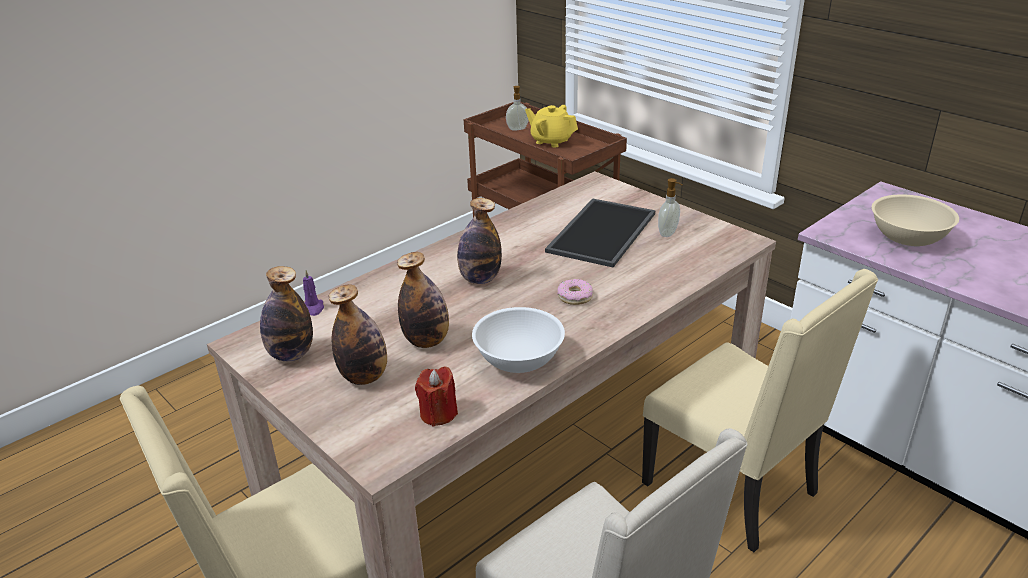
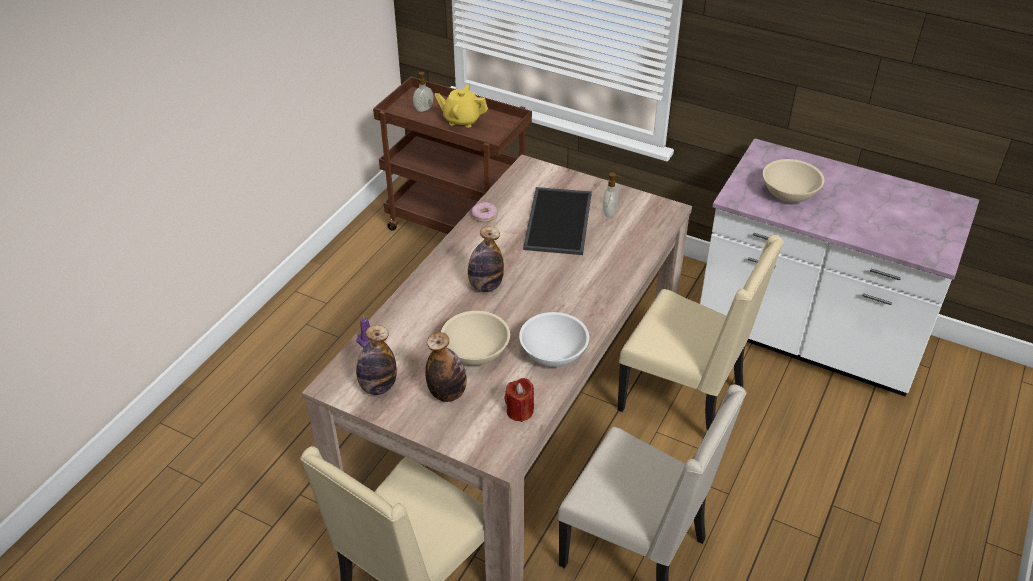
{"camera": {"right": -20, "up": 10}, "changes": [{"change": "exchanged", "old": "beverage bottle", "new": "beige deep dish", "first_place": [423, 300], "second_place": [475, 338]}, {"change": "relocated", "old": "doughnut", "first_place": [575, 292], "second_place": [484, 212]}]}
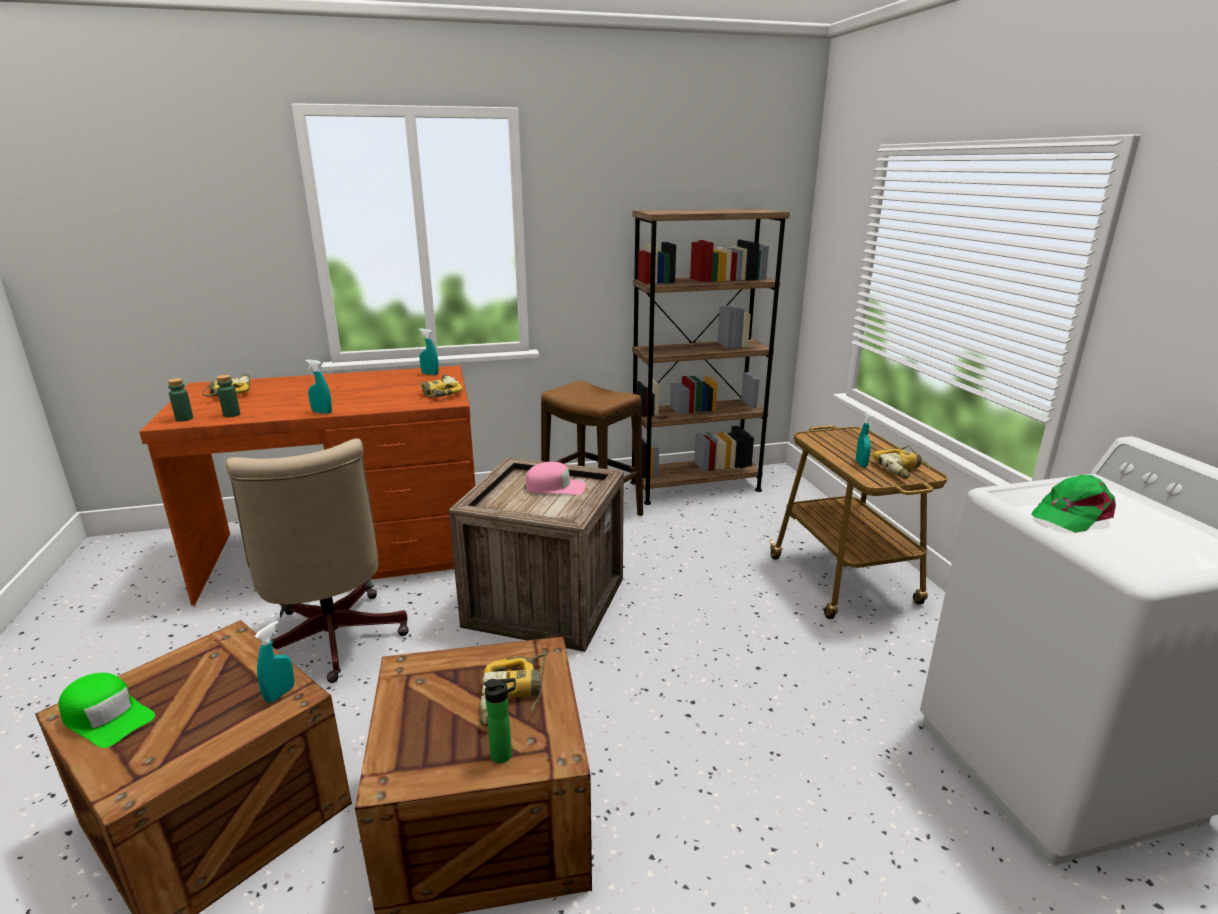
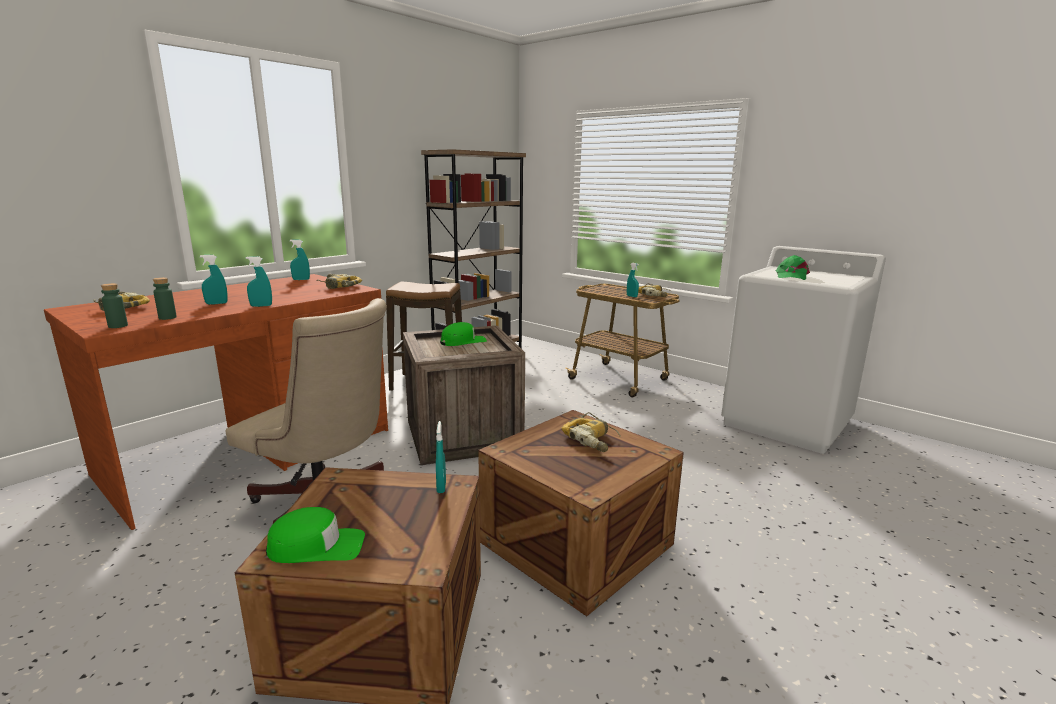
{"camera": {"right": -35, "up": -5}, "changes": [{"change": "colour", "old": "pink baseball cap", "new": "green baseball cap", "first_place": [555, 478], "second_place": [463, 334]}, {"change": "missing", "old": "beverage bottle", "first_place": [499, 720]}, {"change": "appeared", "new": "blue-green hand sprayer", "second_place": [214, 280]}]}
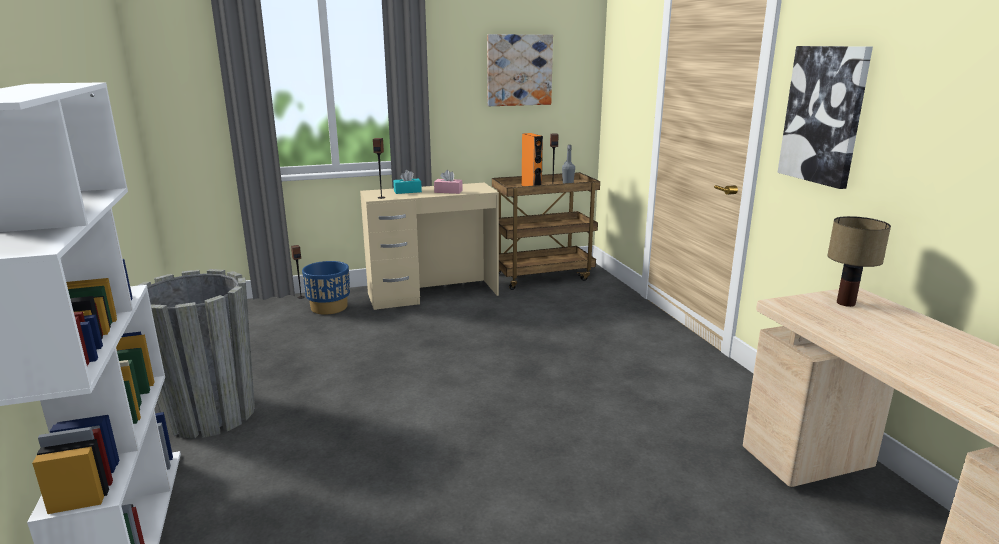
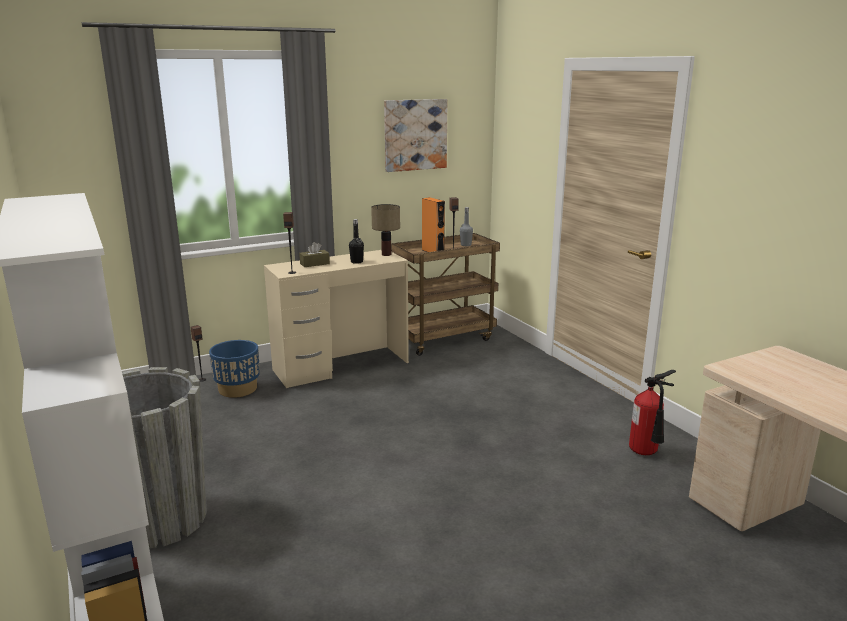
{"camera": {"right": -10, "up": 0}, "changes": [{"change": "missing", "old": "wall art", "first_place": [825, 117]}, {"change": "colour", "old": "blue-green tissue holder", "new": "brownish tissue holder", "first_place": [407, 182], "second_place": [314, 254]}, {"change": "exchanged", "old": "pink tissue holder", "new": "black beverage bottle", "first_place": [448, 182], "second_place": [356, 241]}, {"change": "relocated", "old": "table lamp", "first_place": [859, 261], "second_place": [385, 230]}, {"change": "appeared", "new": "extinguisher", "second_place": [652, 412]}]}
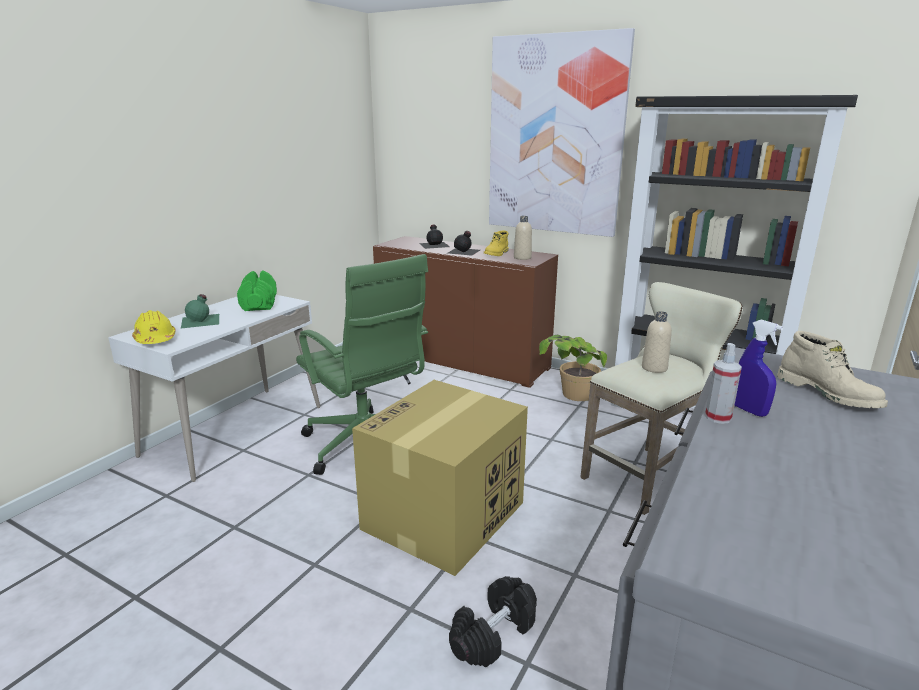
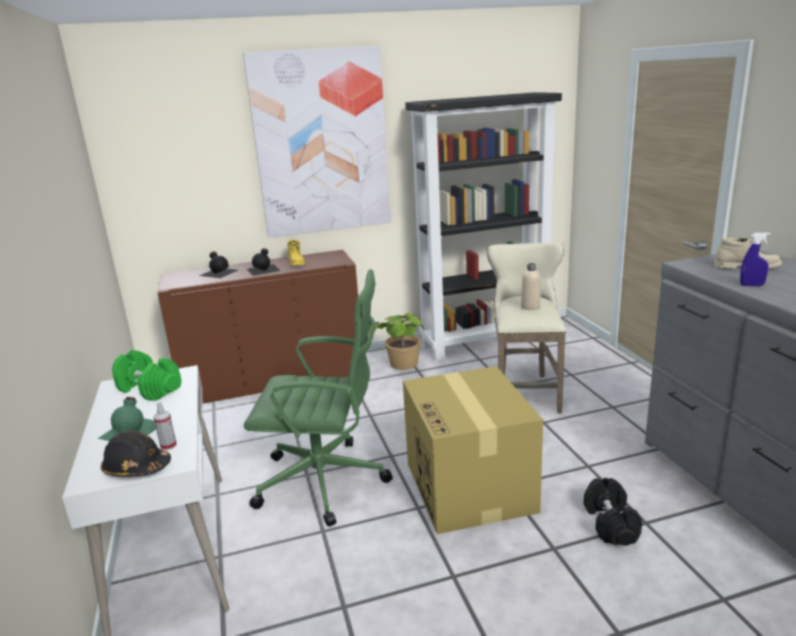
{"camera": {"right": -45, "up": 0}, "changes": [{"change": "missing", "old": "beige beverage bottle", "first_place": [523, 238]}, {"change": "colour", "old": "yellowish work helmet", "new": "black work helmet", "first_place": [154, 327], "second_place": [136, 454]}, {"change": "relocated", "old": "hand sprayer", "first_place": [723, 383], "second_place": [165, 426]}]}
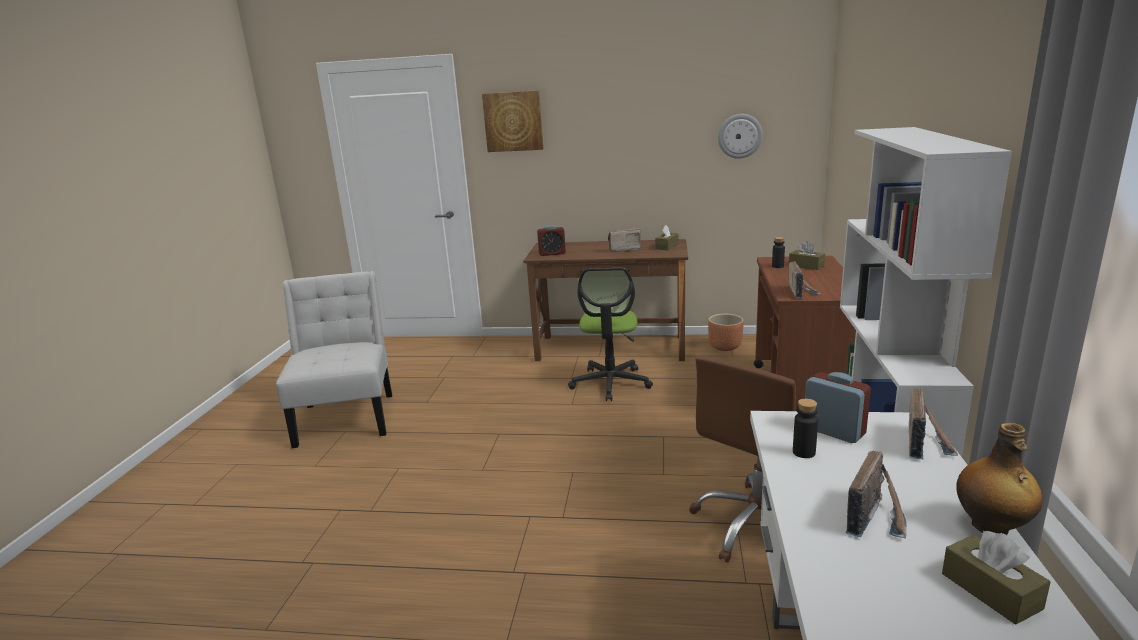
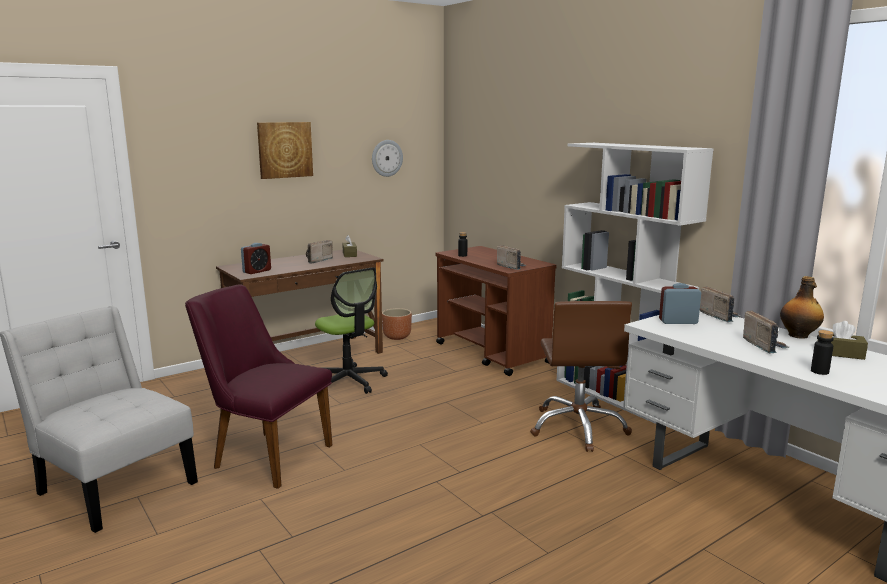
{"camera": {"right": -45, "up": -5}, "changes": [{"change": "relocated", "old": "wall art", "first_place": [512, 121], "second_place": [285, 150]}, {"change": "missing", "old": "brownish tissue holder", "first_place": [807, 255]}, {"change": "relocated", "old": "black beverage bottle", "first_place": [805, 428], "second_place": [822, 352]}, {"change": "appeared", "new": "purple-coloured chair", "second_place": [258, 386]}]}
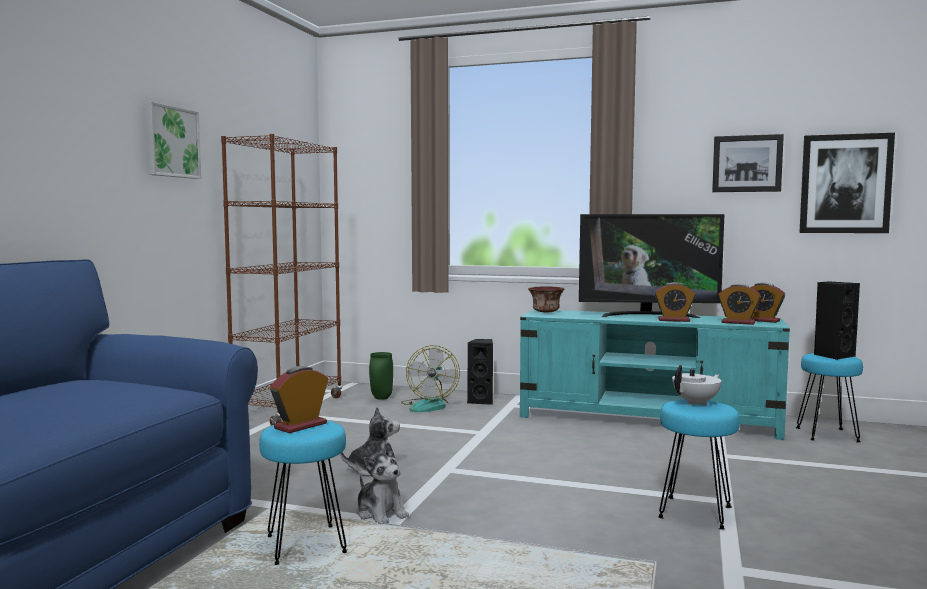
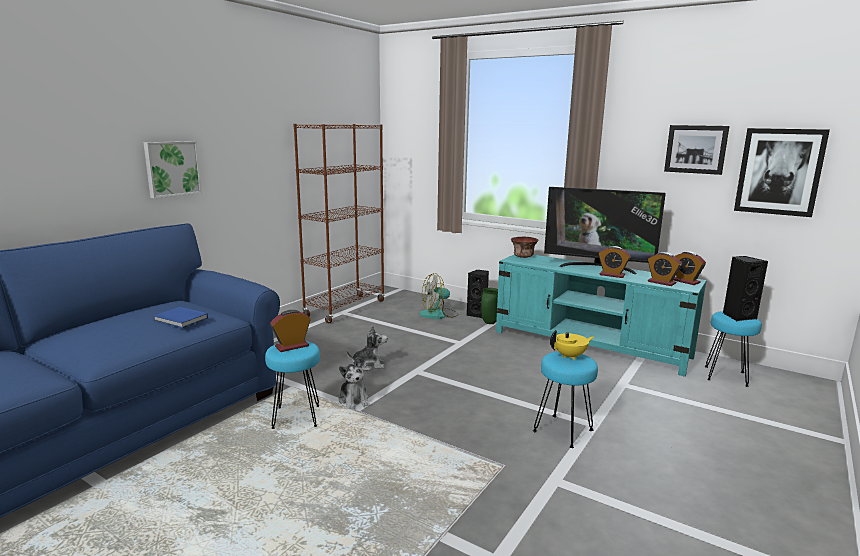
{"camera": {"right": 15, "up": 10}, "changes": [{"change": "relocated", "old": "wall art", "first_place": [172, 140], "second_place": [172, 169]}, {"change": "spun", "old": "cooling fan", "first_place": [430, 378], "second_place": [439, 296], "degrees": 45}, {"change": "relocated", "old": "green decorative vase", "first_place": [381, 376], "second_place": [489, 306]}, {"change": "colour", "old": "white-coloured teapot", "new": "yellowish teapot", "first_place": [696, 385], "second_place": [572, 345]}, {"change": "appeared", "new": "blue-coloured volume", "second_place": [180, 317]}]}
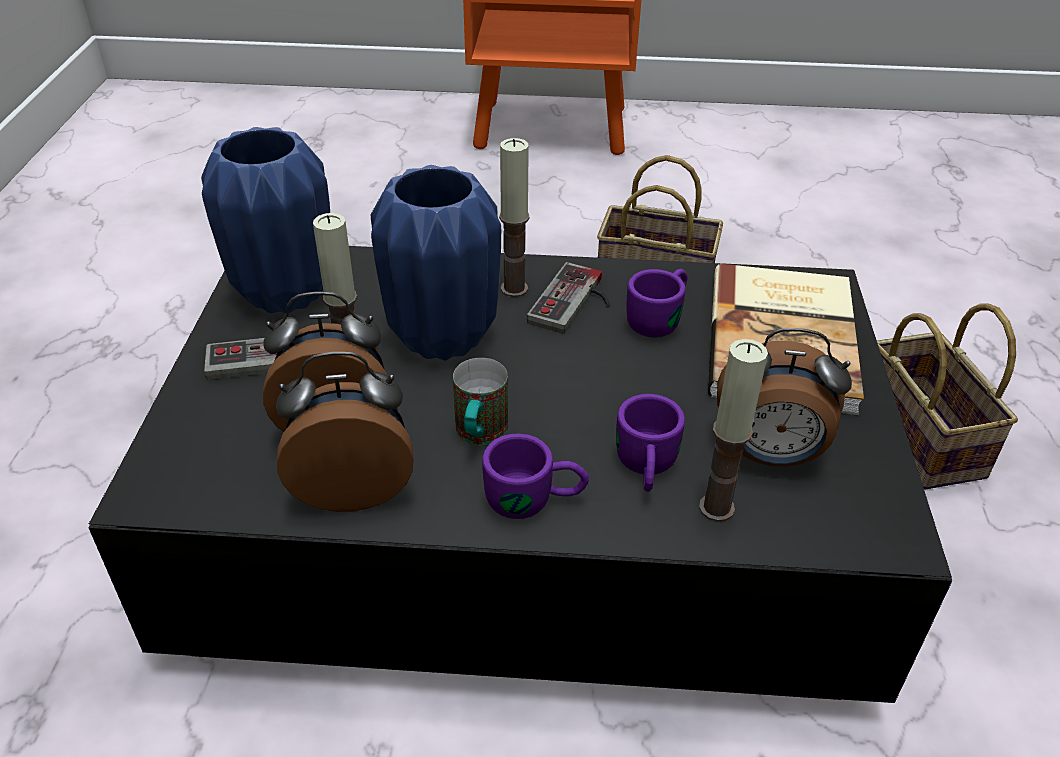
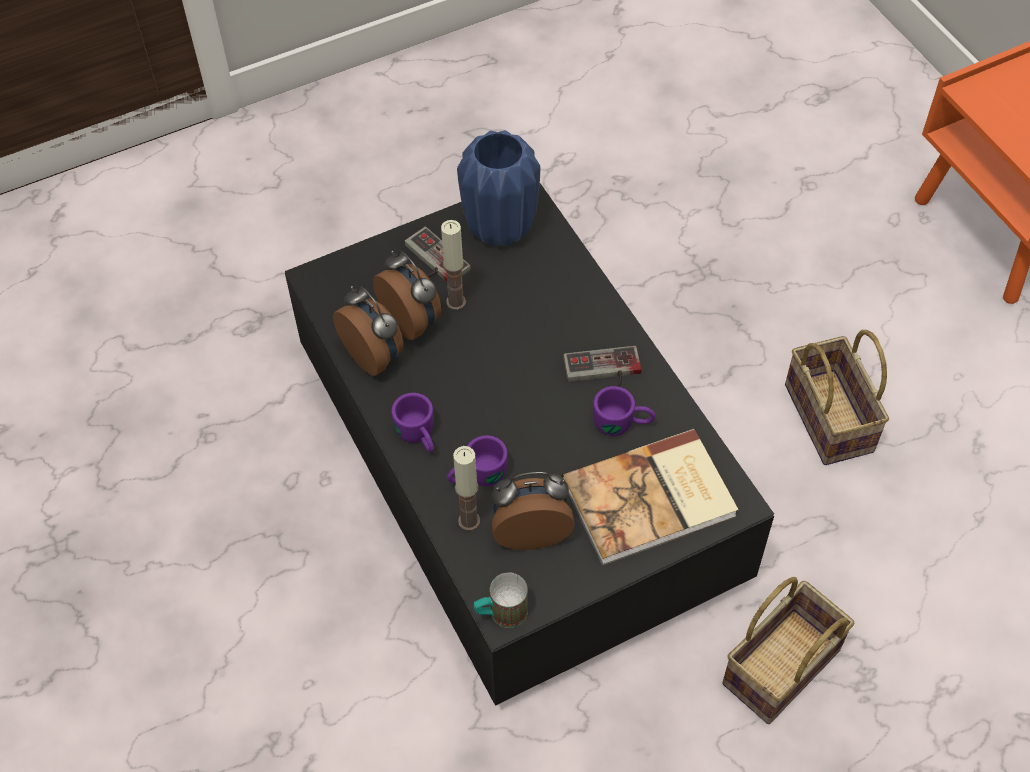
{"camera": {"right": 60, "up": 15}, "changes": [{"change": "missing", "old": "wax light", "first_place": [514, 217]}, {"change": "missing", "old": "blue-coloured decorative vase", "first_place": [436, 263]}, {"change": "spun", "old": "alarm clock", "first_place": [784, 397], "second_place": [533, 511], "degrees": 105}, {"change": "relocated", "old": "tea mug", "first_place": [480, 401], "second_place": [500, 600]}]}
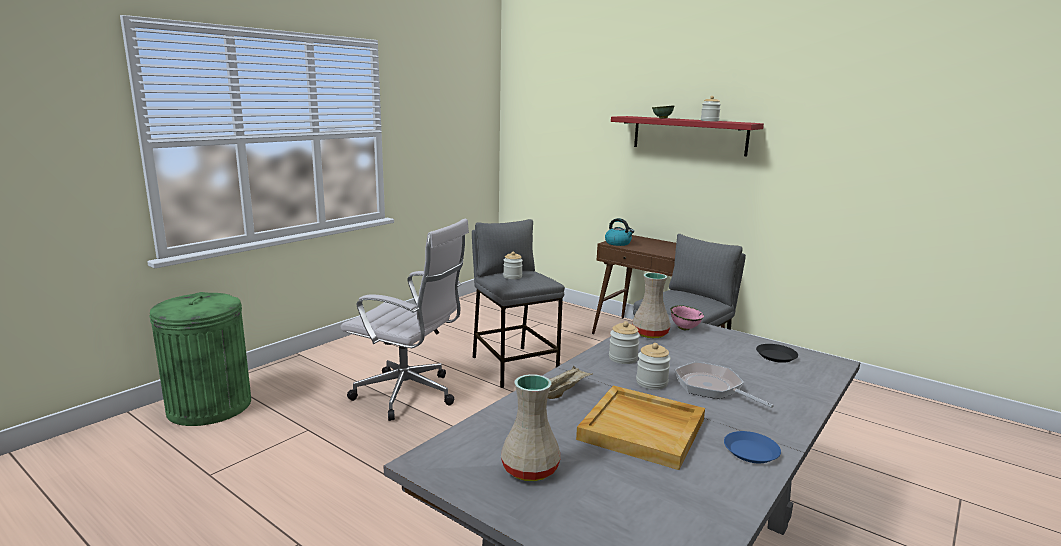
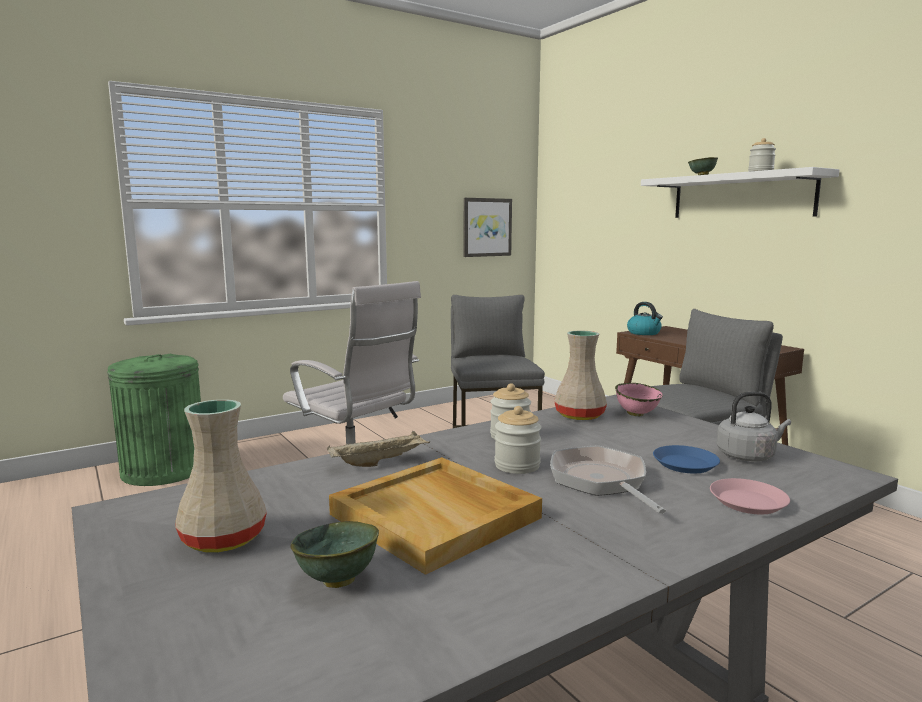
{"camera": {"right": 20, "up": -5}, "changes": [{"change": "colour", "old": "reddish bracket shelf", "new": "white-coloured bracket shelf", "first_place": [687, 136], "second_place": [740, 192]}, {"change": "missing", "old": "storage jar", "first_place": [513, 265]}, {"change": "exchanged", "old": "black plate", "new": "gray kettle", "first_place": [777, 353], "second_place": [754, 426]}, {"change": "relocated", "old": "blue-coloured plate", "first_place": [752, 447], "second_place": [686, 459]}, {"change": "appeared", "new": "wall art", "second_place": [488, 227]}, {"change": "appeared", "new": "pink plate", "second_place": [750, 496]}, {"change": "appeared", "new": "green deep dish", "second_place": [334, 554]}]}
